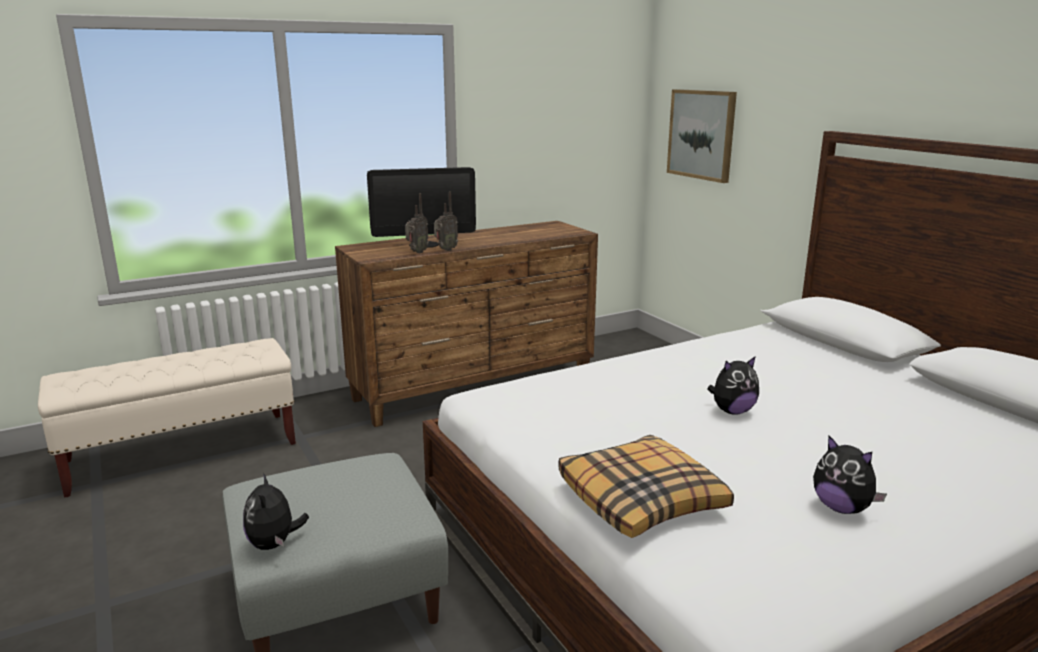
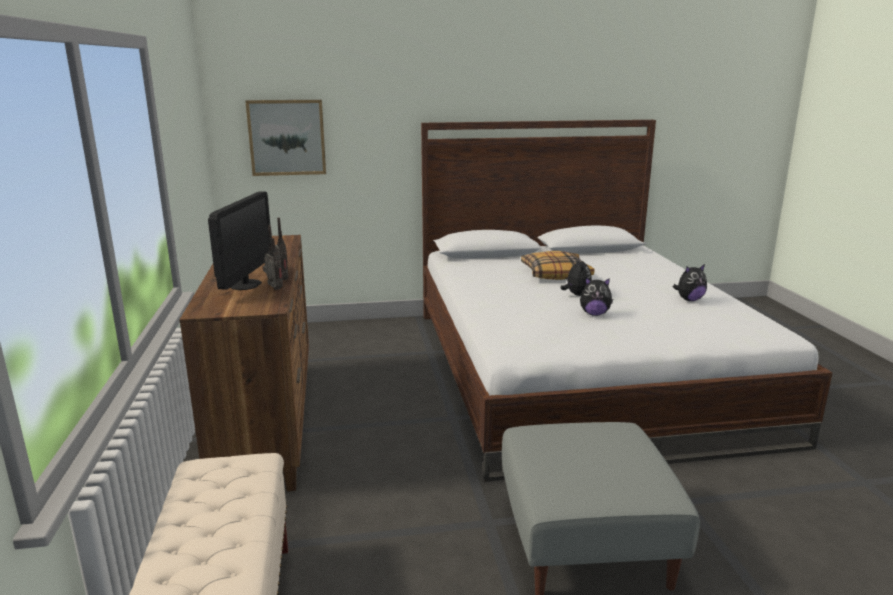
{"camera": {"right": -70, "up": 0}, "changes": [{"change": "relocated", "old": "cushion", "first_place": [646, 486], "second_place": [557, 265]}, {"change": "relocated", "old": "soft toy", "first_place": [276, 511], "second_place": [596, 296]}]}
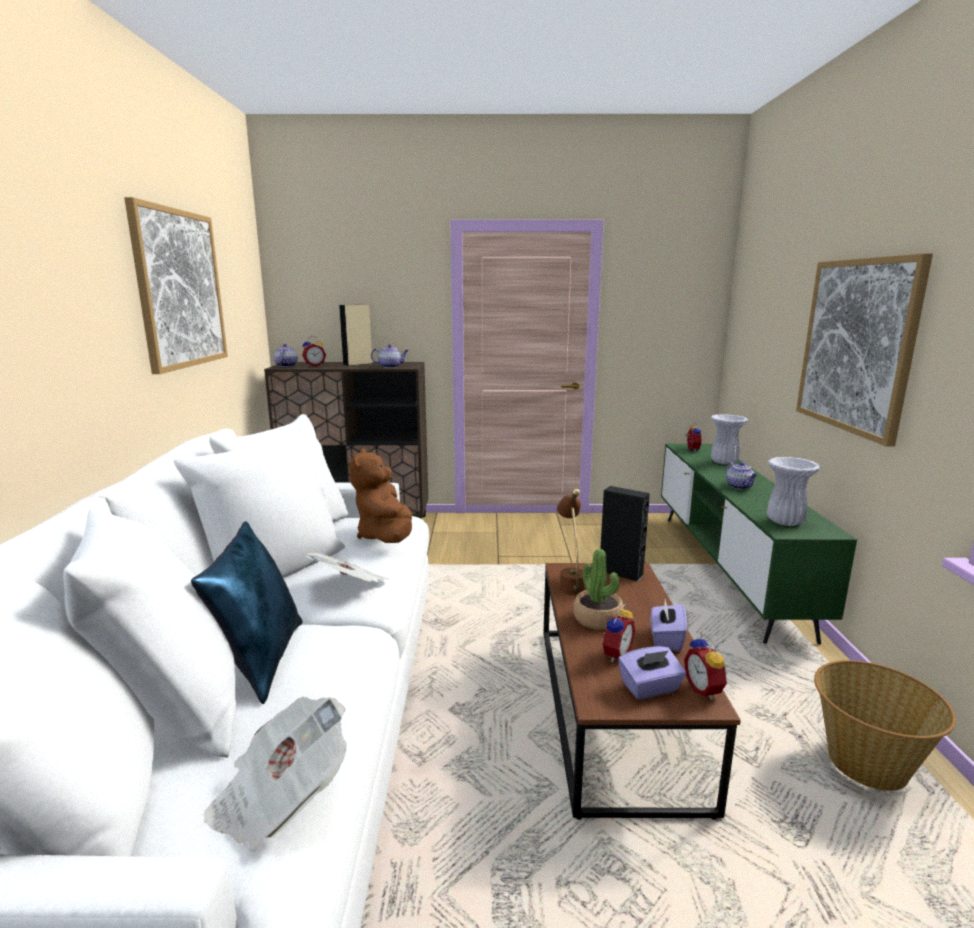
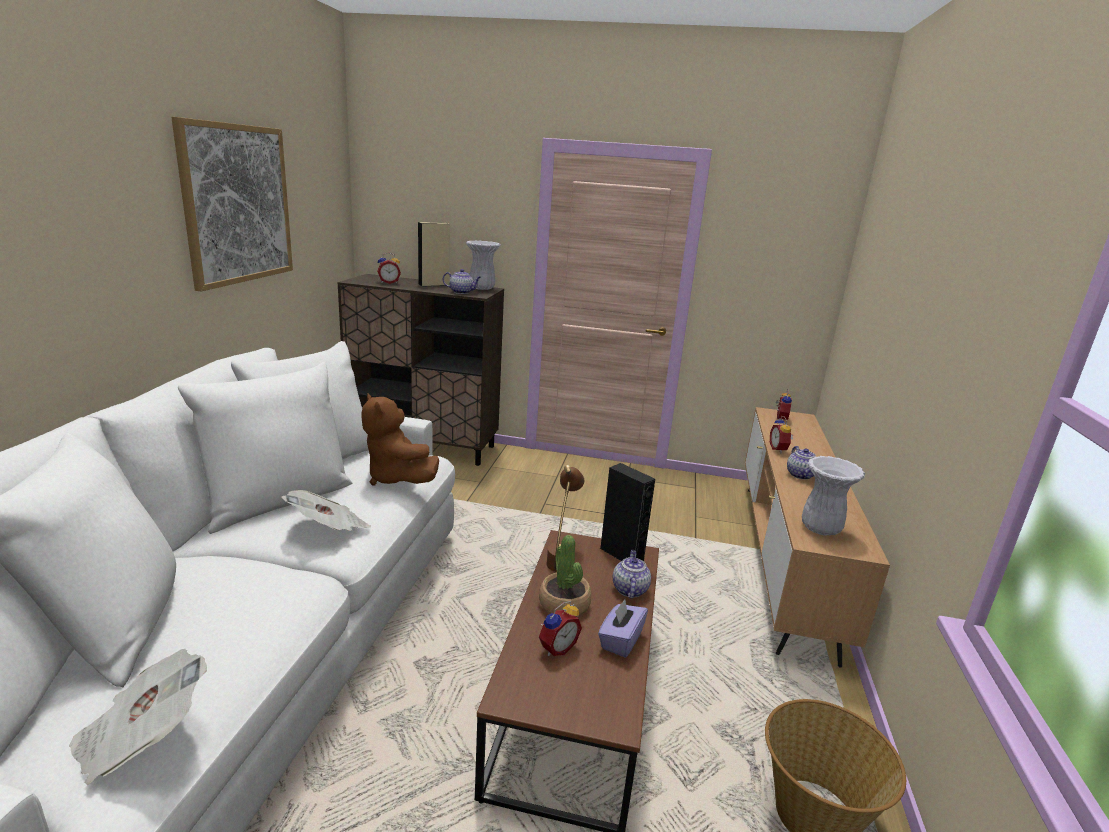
{"camera": {"right": 10, "up": 5}, "changes": [{"change": "missing", "old": "wall art", "first_place": [864, 350]}, {"change": "relocated", "old": "teapot", "first_place": [286, 355], "second_place": [632, 574]}, {"change": "relocated", "old": "white-coloured decorative vase", "first_place": [729, 439], "second_place": [483, 265]}, {"change": "colour", "old": "green media console", "new": "brownish media console", "first_place": [759, 544], "second_place": [817, 537]}, {"change": "spun", "old": "brownish soft toy", "first_place": [380, 496], "second_place": [400, 439], "degrees": -45}, {"change": "missing", "old": "blue-coloured cushion", "first_place": [247, 612]}, {"change": "relocated", "old": "alarm clock", "first_place": [706, 667], "second_place": [781, 434]}, {"change": "missing", "old": "purple-coloured tissue holder", "first_place": [652, 672]}]}
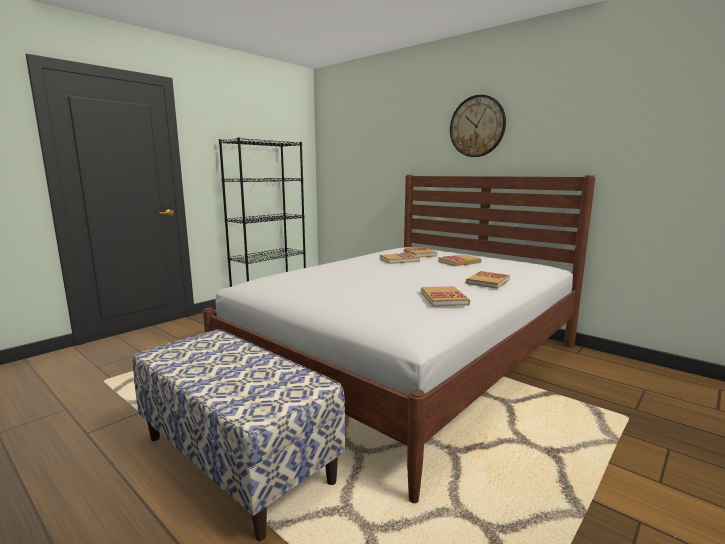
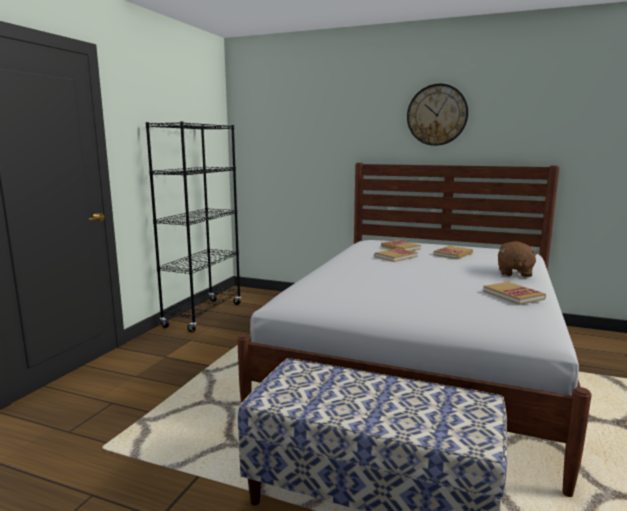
{"camera": {"right": -20, "up": 0}, "changes": [{"change": "exchanged", "old": "volume", "new": "brownish soft toy", "first_place": [488, 280], "second_place": [518, 259]}]}
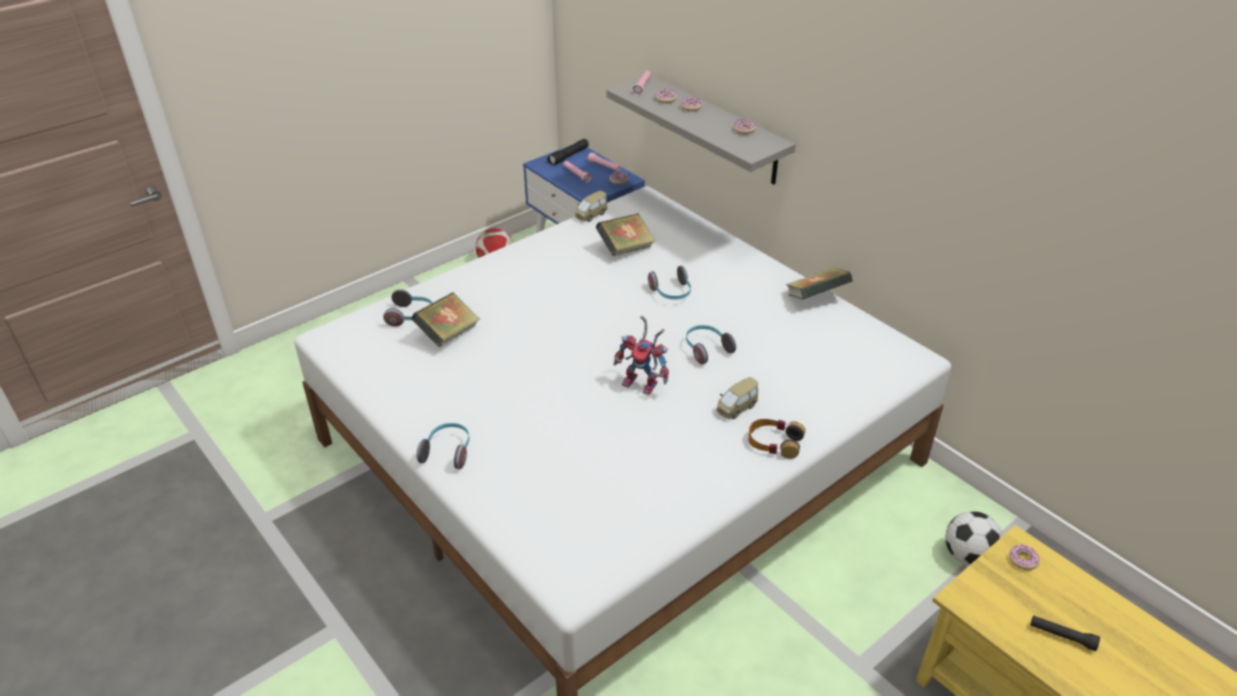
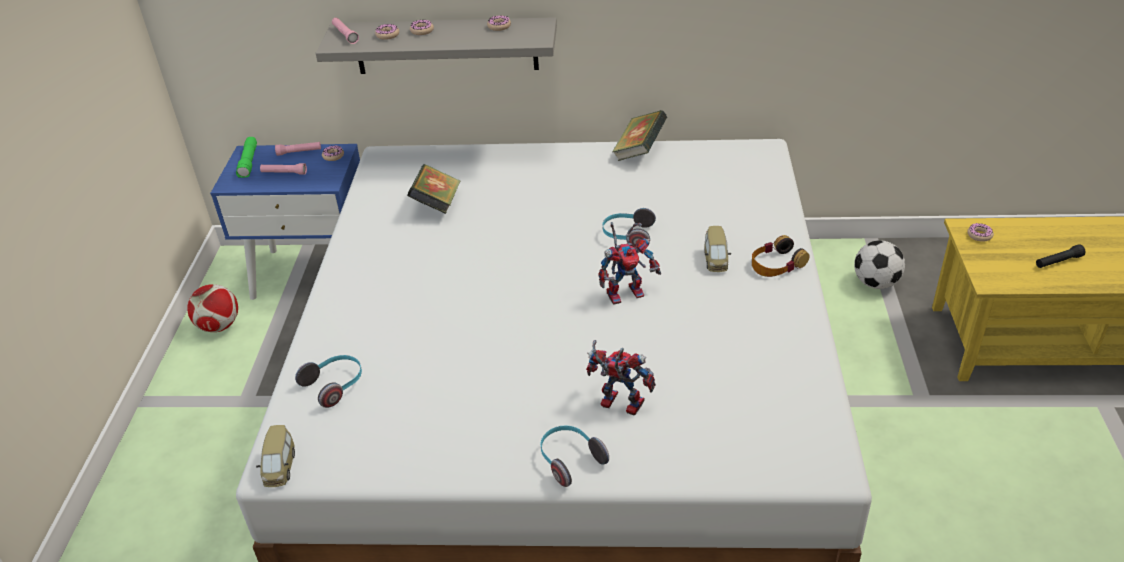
{"camera": {"right": -45, "up": 0}, "changes": [{"change": "colour", "old": "black hand torch", "new": "green hand torch", "first_place": [567, 152], "second_place": [246, 157]}, {"change": "relocated", "old": "model car", "first_place": [591, 206], "second_place": [275, 456]}, {"change": "missing", "old": "pair of headphones", "first_place": [669, 283]}, {"change": "missing", "old": "volume", "first_place": [445, 319]}, {"change": "appeared", "new": "toy robot", "second_place": [621, 378]}]}
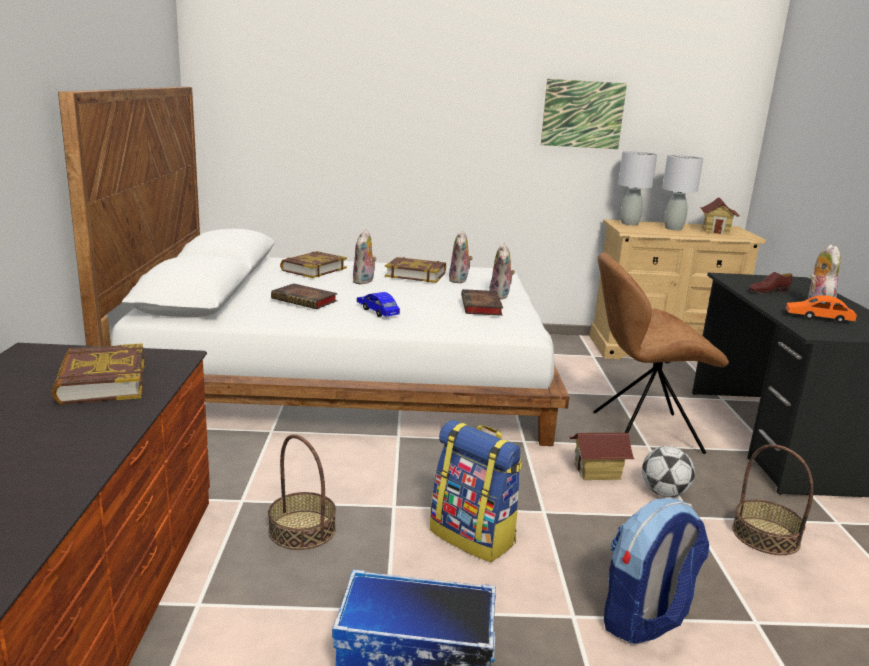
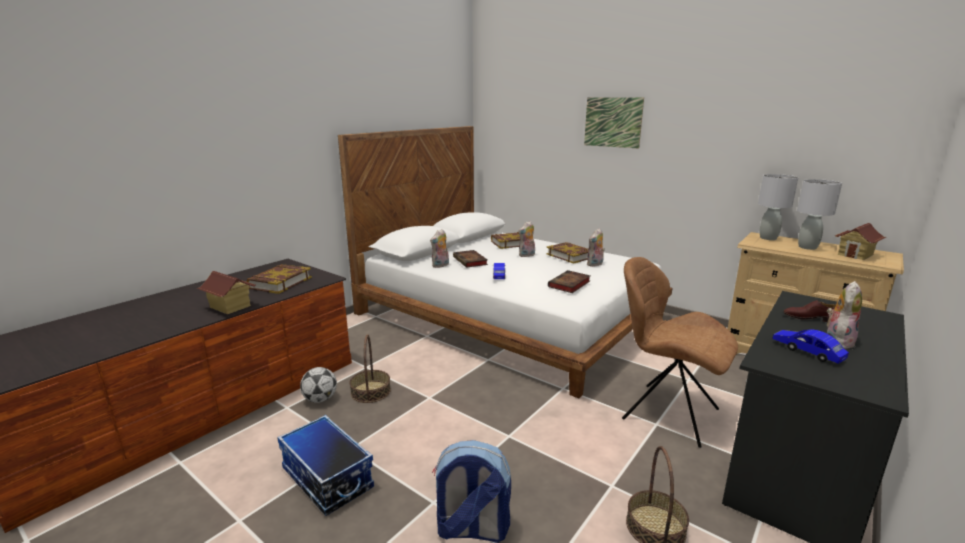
{"camera": {"right": 40, "up": 0}, "changes": [{"change": "relocated", "old": "wall art", "first_place": [584, 114], "second_place": [614, 123]}, {"change": "relocated", "old": "soft toy", "first_place": [502, 271], "second_place": [439, 248]}, {"change": "colour", "old": "orange model car", "new": "blue-coloured model car", "first_place": [821, 309], "second_place": [810, 346]}, {"change": "missing", "old": "backpack", "first_place": [476, 491]}, {"change": "relocated", "old": "model house", "first_place": [601, 456], "second_place": [226, 292]}, {"change": "relocated", "old": "football ball", "first_place": [668, 471], "second_place": [318, 385]}]}
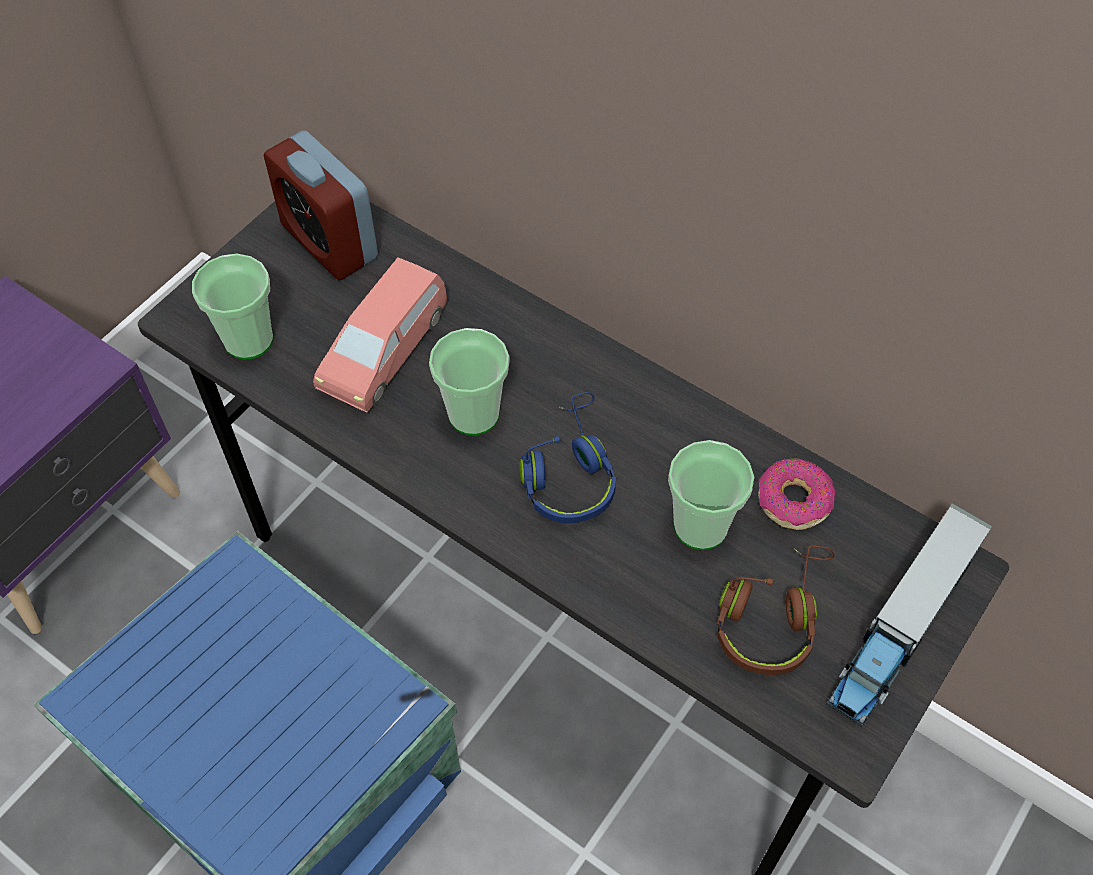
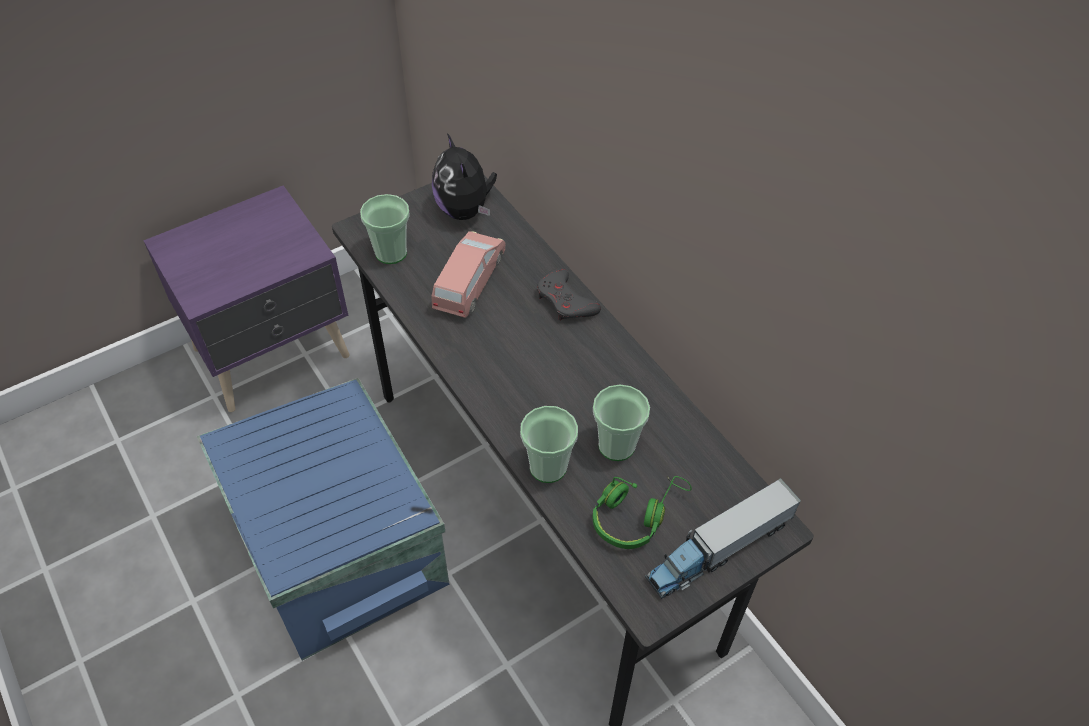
{"camera": {"right": 20, "up": -5}, "changes": [{"change": "exchanged", "old": "alarm clock", "new": "soft toy", "first_place": [321, 205], "second_place": [464, 176]}, {"change": "spun", "old": "pink model car", "first_place": [380, 335], "second_place": [468, 274], "degrees": 150}, {"change": "relocated", "old": "cup", "first_place": [469, 382], "second_place": [549, 444]}, {"change": "missing", "old": "blue-coloured pair of headphones", "first_place": [567, 458]}, {"change": "missing", "old": "doughnut", "first_place": [797, 494]}, {"change": "colour", "old": "brownish pair of headphones", "new": "green pair of headphones", "first_place": [776, 610], "second_place": [642, 512]}, {"change": "appeared", "new": "gray gamepad", "second_place": [569, 294]}]}
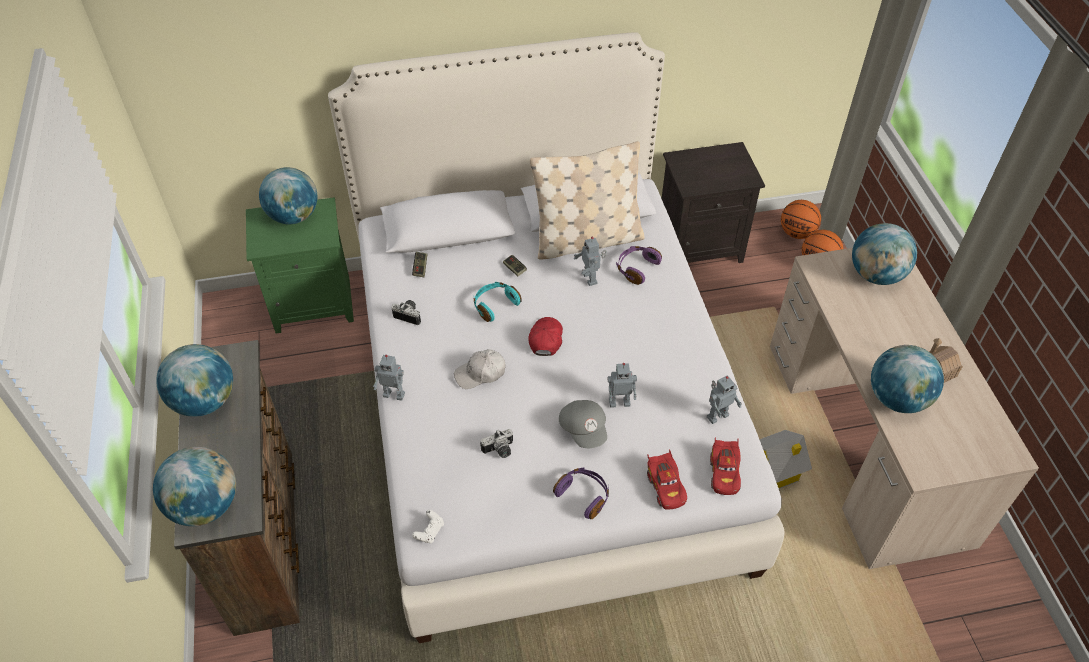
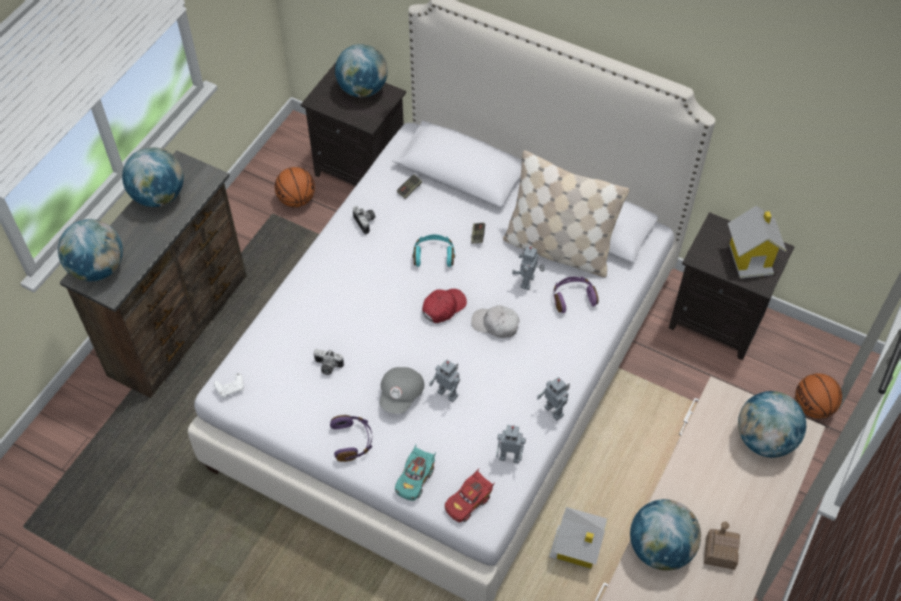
{"camera": {"right": 40, "up": 5}, "changes": [{"change": "colour", "old": "green nightstand", "new": "black nightstand", "first_place": [300, 265], "second_place": [353, 124]}, {"change": "relocated", "old": "basketball", "first_place": [801, 219], "second_place": [295, 187]}, {"change": "relocated", "old": "white-coloured baseball cap", "first_place": [480, 369], "second_place": [495, 321]}, {"change": "relocated", "old": "toy robot", "first_place": [389, 378], "second_place": [553, 398]}, {"change": "colour", "old": "reddish model car", "new": "blue-green model car", "first_place": [667, 479], "second_place": [415, 473]}, {"change": "appeared", "new": "model house", "second_place": [757, 242]}]}
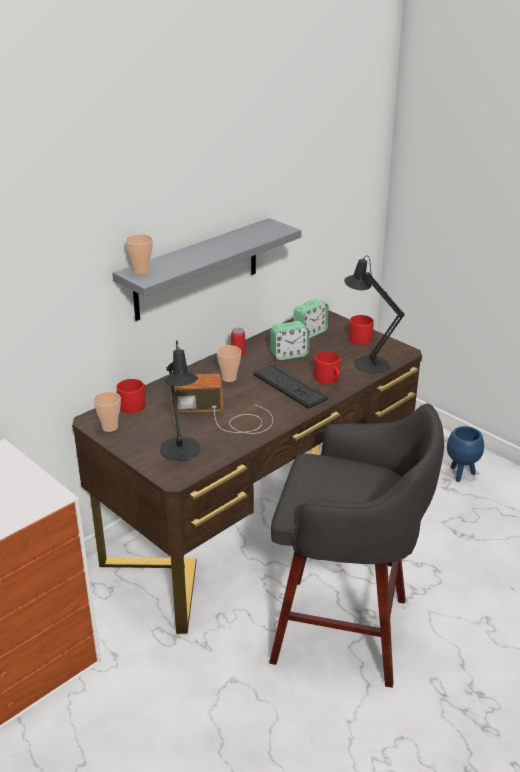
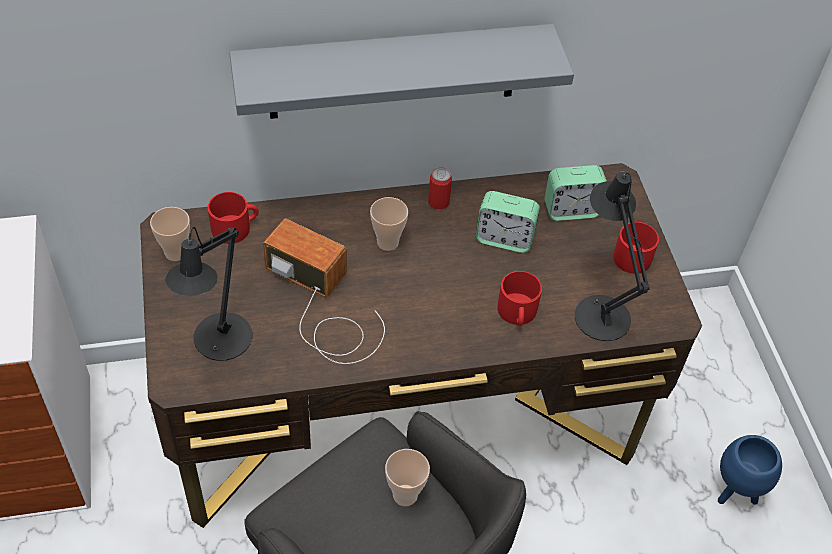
{"camera": {"right": 30, "up": 20}, "changes": [{"change": "relocated", "old": "cup", "first_place": [139, 254], "second_place": [407, 477]}, {"change": "missing", "old": "computer keyboard", "first_place": [290, 386]}]}
